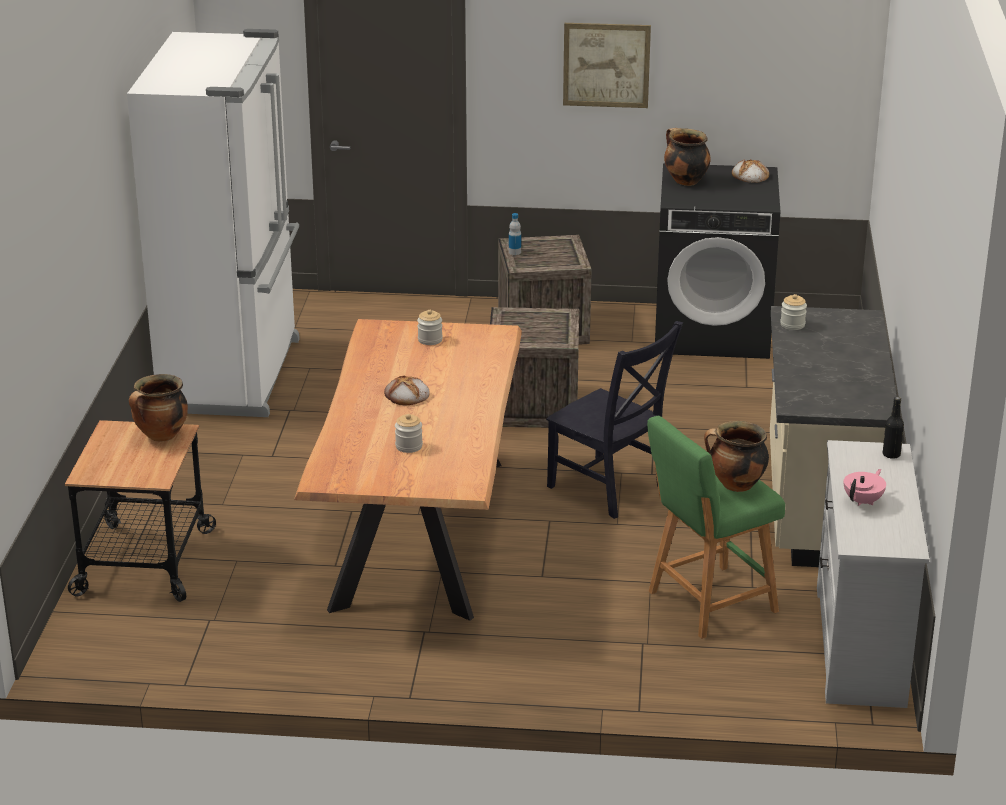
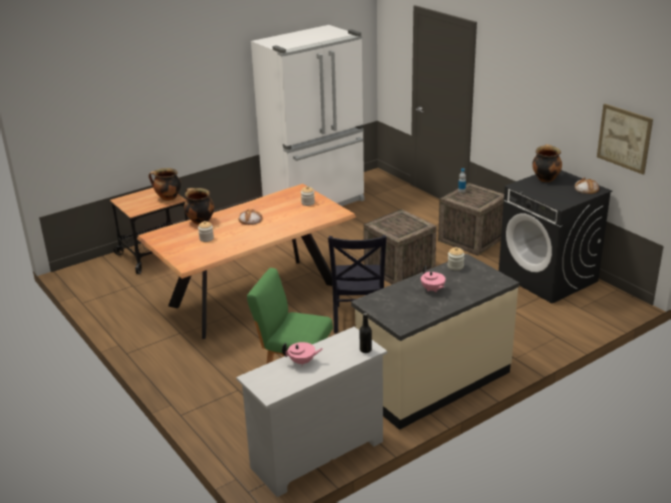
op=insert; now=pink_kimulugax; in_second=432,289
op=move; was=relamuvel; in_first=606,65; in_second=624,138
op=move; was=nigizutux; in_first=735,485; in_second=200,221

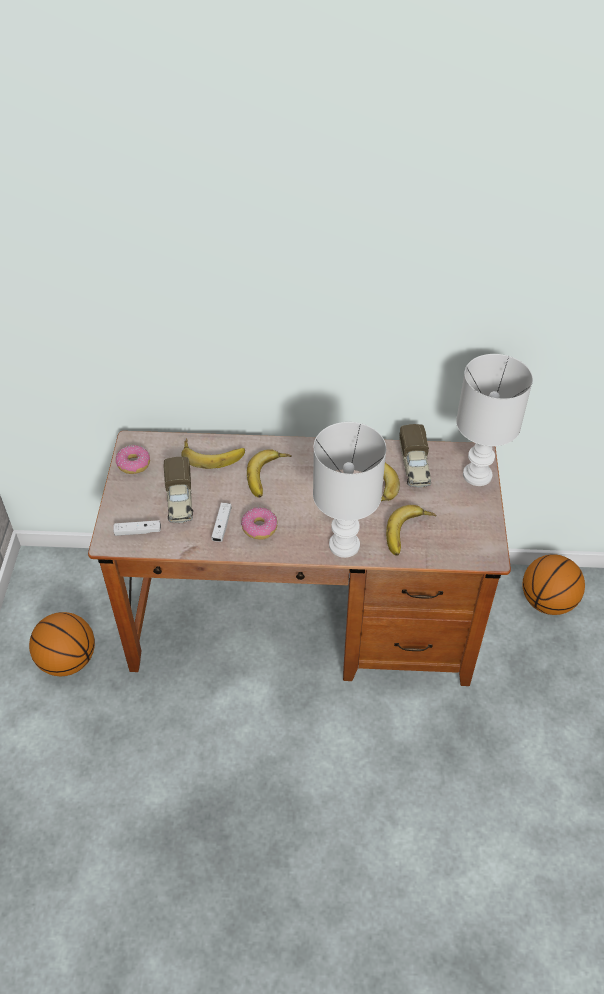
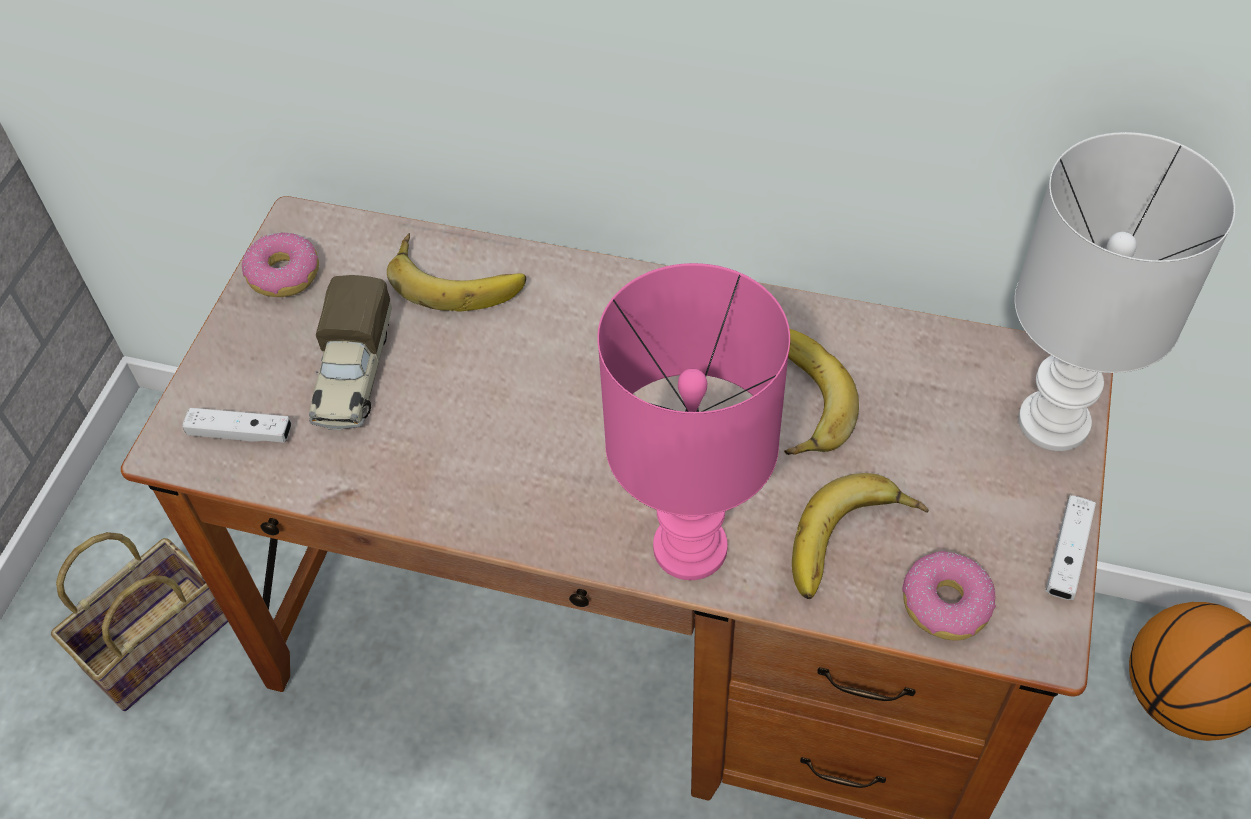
op=delete; was=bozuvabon; in_first=269,476
op=delete; was=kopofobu; in_first=414,466
op=move; was=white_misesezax; in_first=222,526; in_second=1067,555
op=move; was=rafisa; in_first=259,527; in_second=945,603
op=replace; was=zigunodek; now=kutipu; in_first=68,660; in_second=158,639
op=recolor; was=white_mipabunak; now=pink_mipabunak; in_first=345,544; in_second=693,546

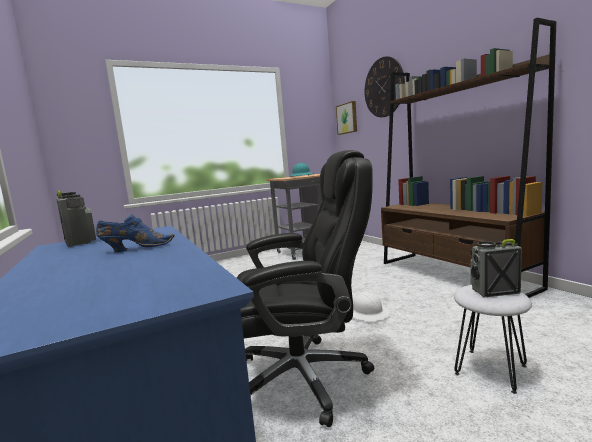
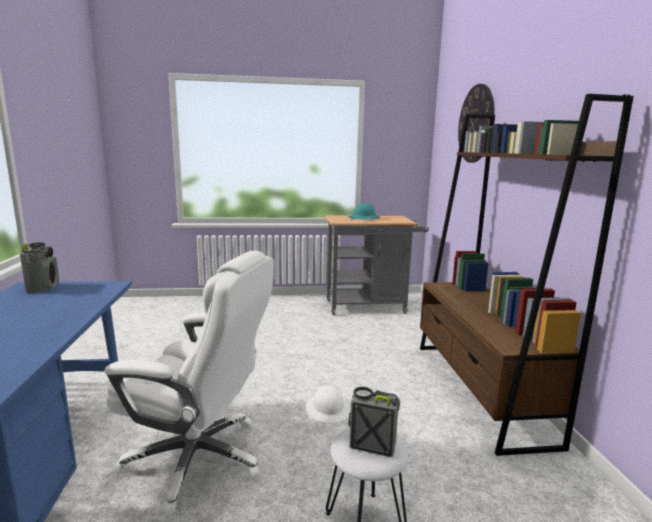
op=delete; was=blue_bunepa; in_first=135,248
op=delete; was=relamuvel; in_first=347,118
op=recolor; was=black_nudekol; now=white_nudekol; in_first=304,377; in_second=199,459

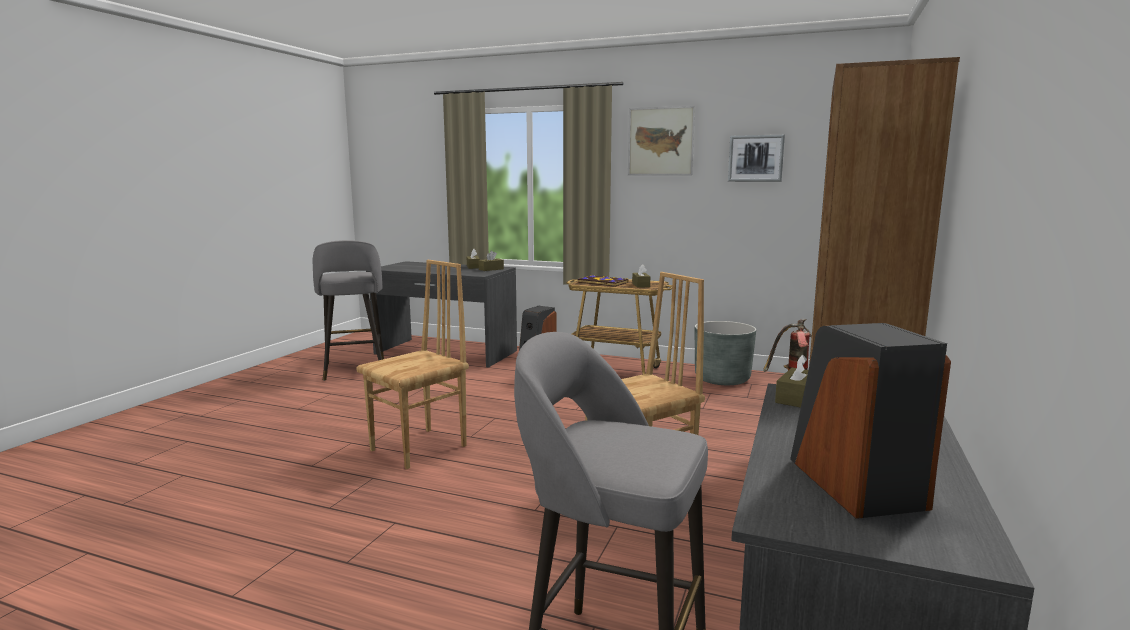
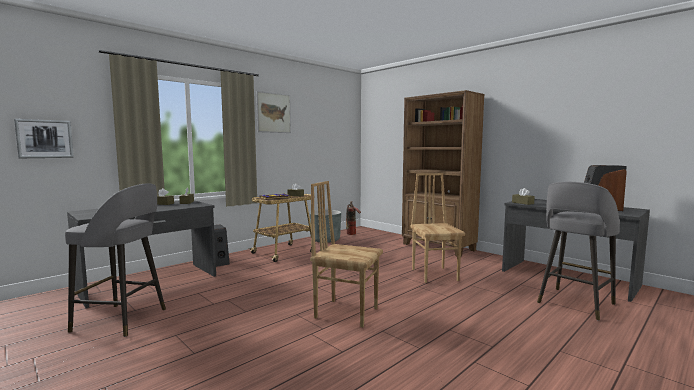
op=move; was=relamuvel; in_first=755,158; in_second=45,139
op=rotate; was=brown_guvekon; in_first=420,448; in_second=346,312; clockwise=-45

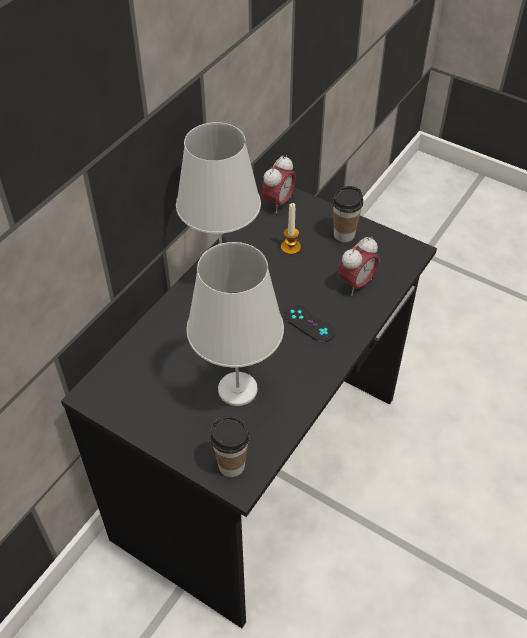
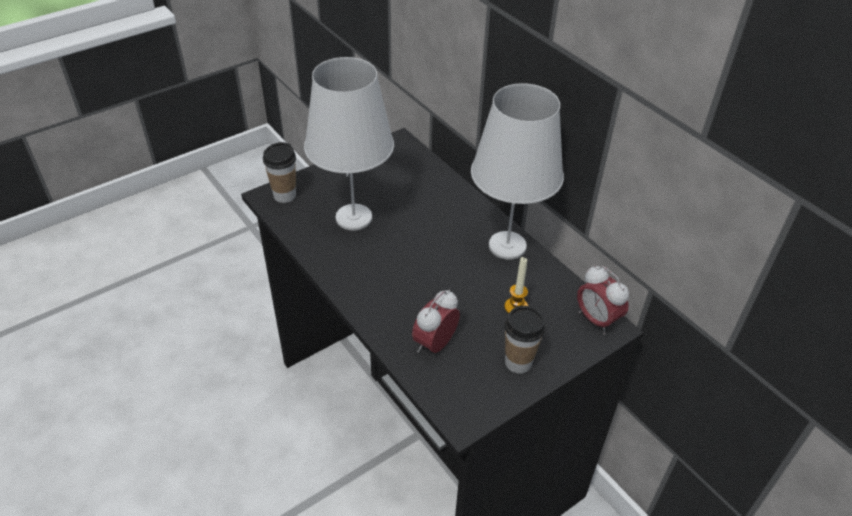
op=delete; was=black_misesezax; in_first=309,324
op=rotate; was=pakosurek; in_first=356,284; in_second=435,344; clockwise=60

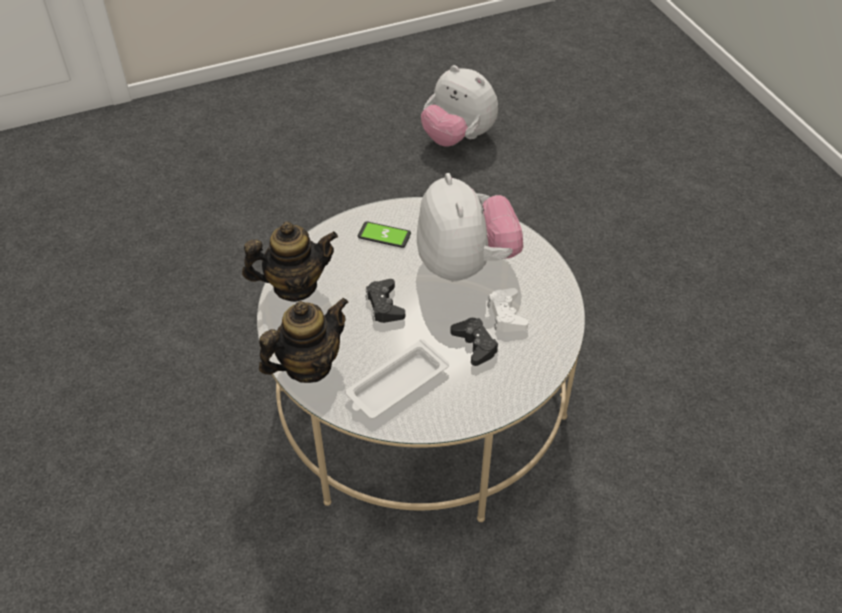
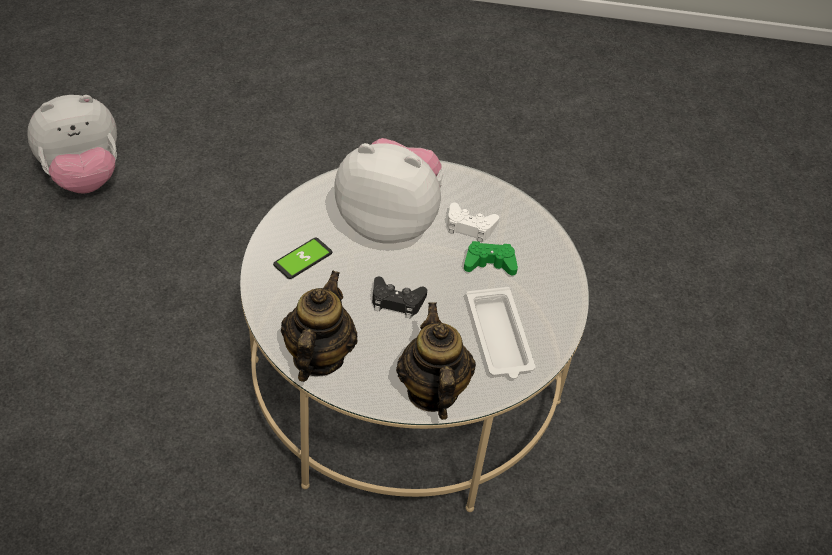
op=recolor; was=black_misesezax; now=green_misesezax; in_first=475,345; in_second=489,263

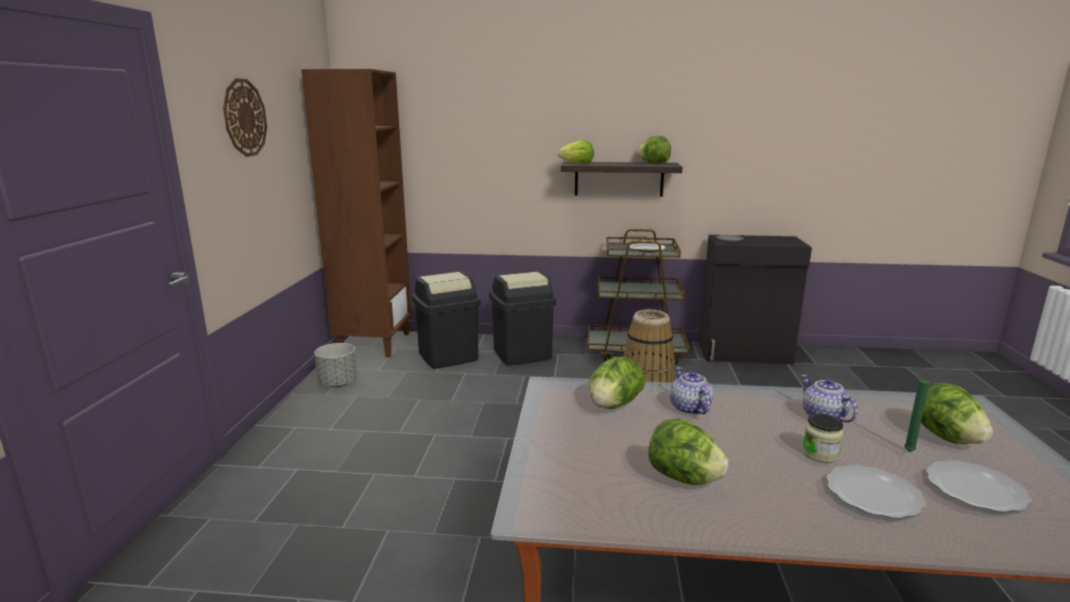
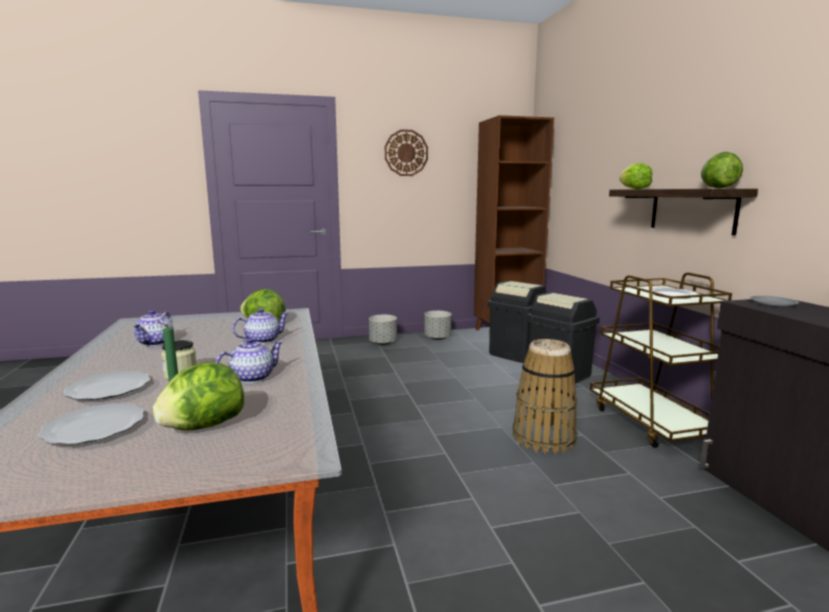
op=insert; now=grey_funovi; in_second=383,343
op=replace; was=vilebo; now=kimulugax; in_first=683,478; in_second=156,342

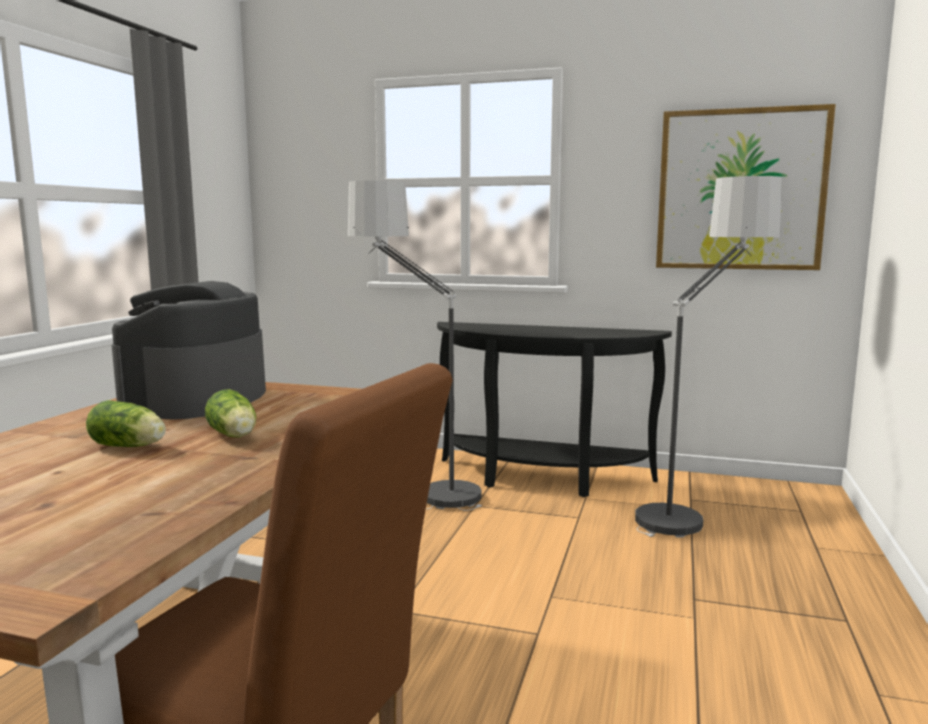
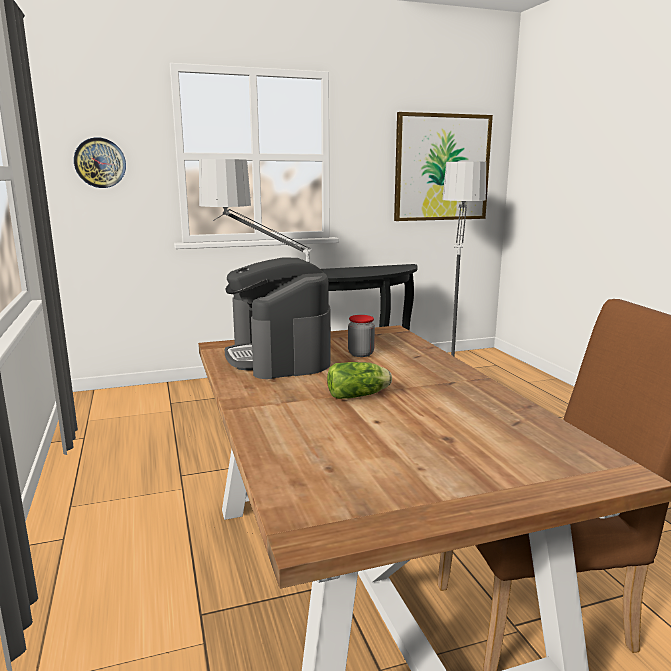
op=delete; was=vilebo; in_first=234,436
op=insert; now=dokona; in_second=100,163
op=insert; now=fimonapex; in_second=361,354

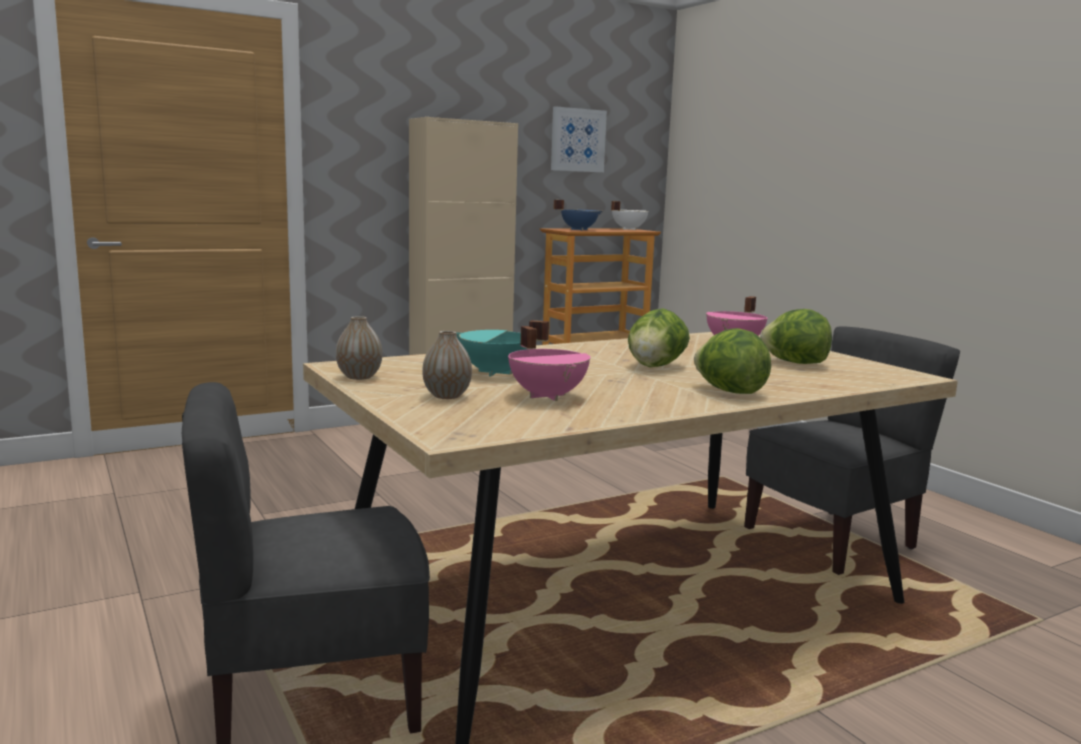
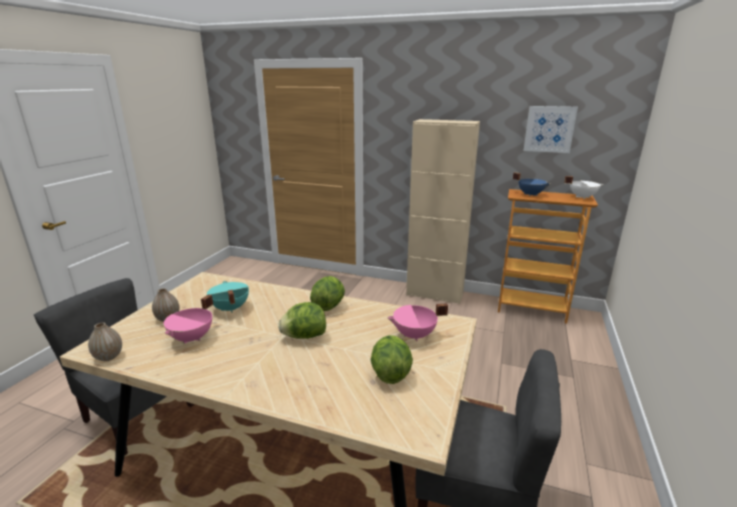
op=move; was=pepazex; in_first=359,377; in_second=109,357
op=move; was=vilebo; in_first=729,391; in_second=328,306

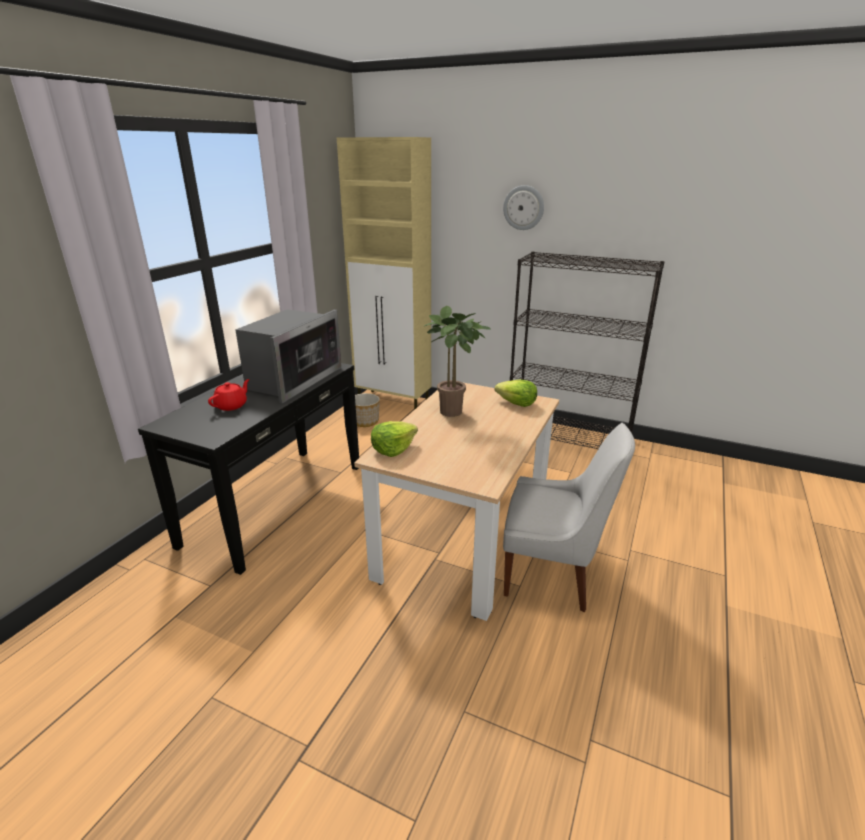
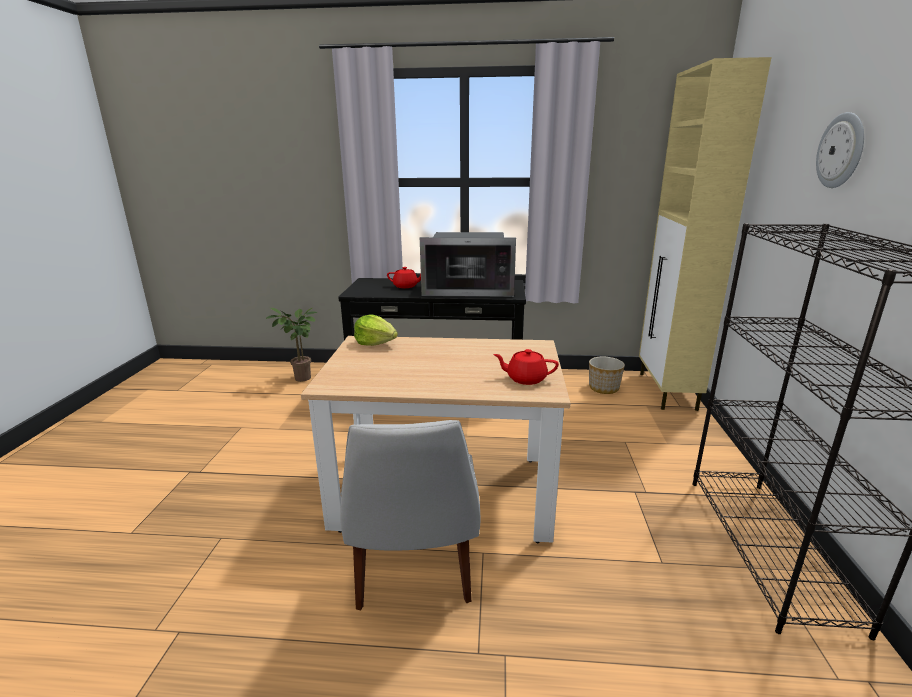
op=move; was=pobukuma; in_first=455,412; in_second=302,379
op=replace; was=vilebo; now=red_kimulugax; in_first=516,403; in_second=525,379

